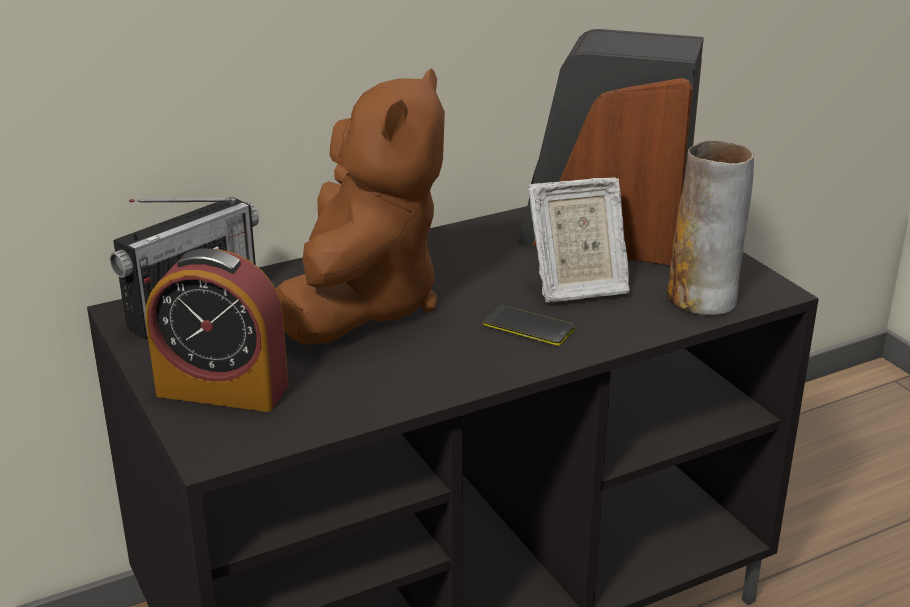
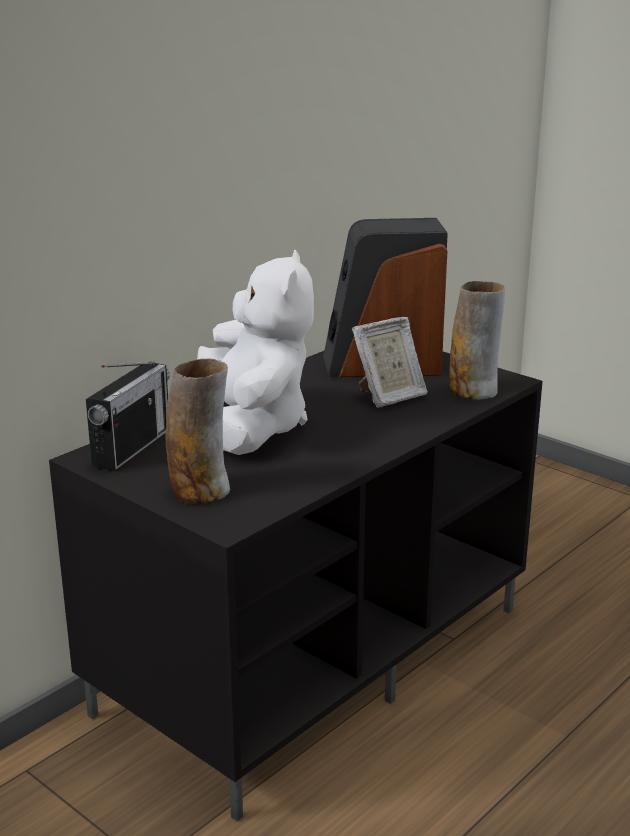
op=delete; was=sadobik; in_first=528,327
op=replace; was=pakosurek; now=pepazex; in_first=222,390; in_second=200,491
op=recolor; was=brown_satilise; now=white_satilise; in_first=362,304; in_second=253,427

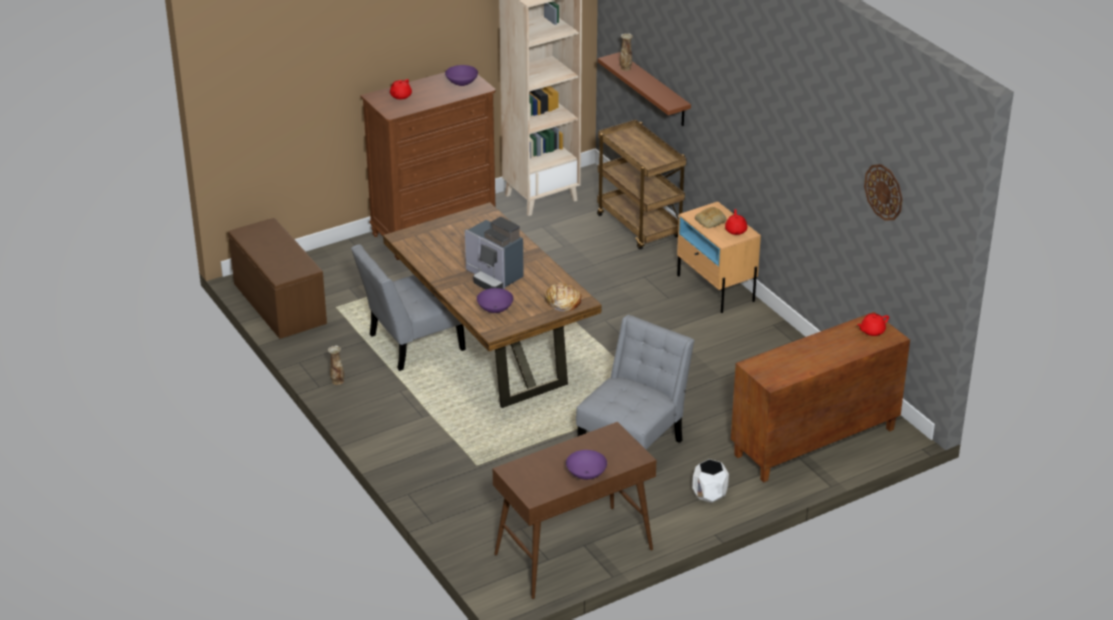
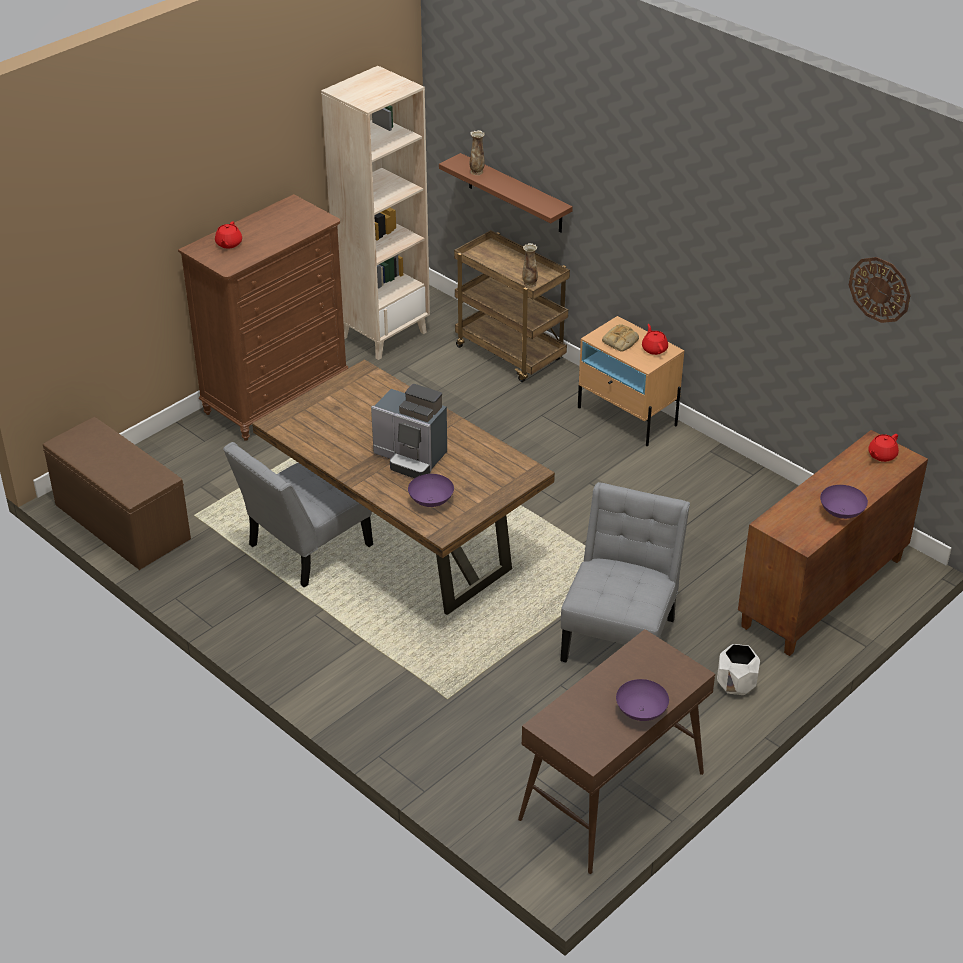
op=delete; was=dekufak; in_first=562,302
op=move; was=pepazex; in_first=337,381; in_second=529,284
op=move; was=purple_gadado; in_first=461,83; in_second=840,512

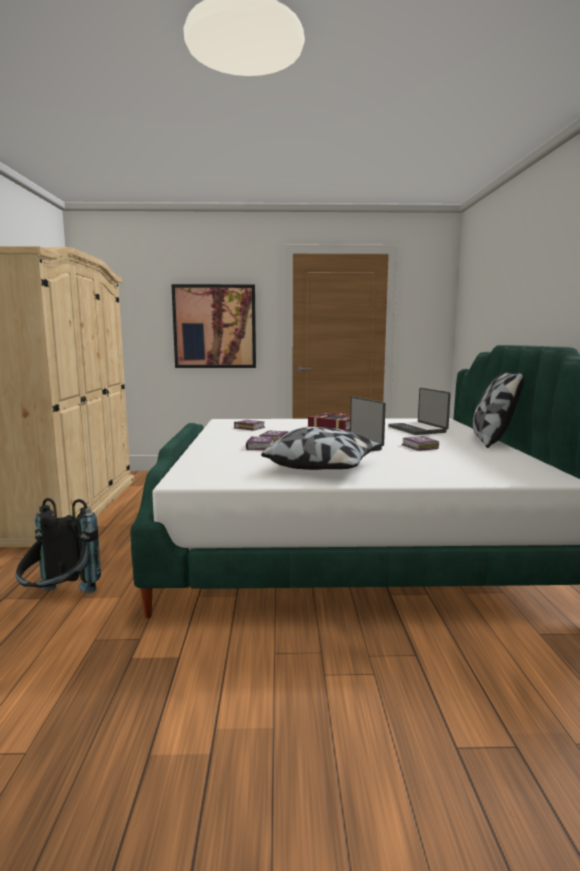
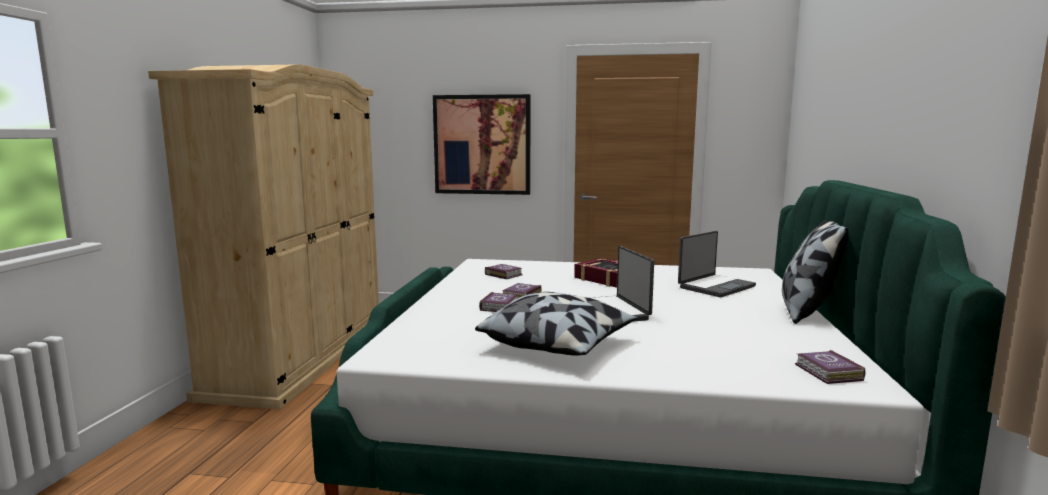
op=delete; was=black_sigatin; in_first=59,601
op=move; was=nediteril; in_first=419,447; in_second=828,373
op=rotate; was=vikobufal; in_first=418,429; in_second=715,287; clockwise=-120

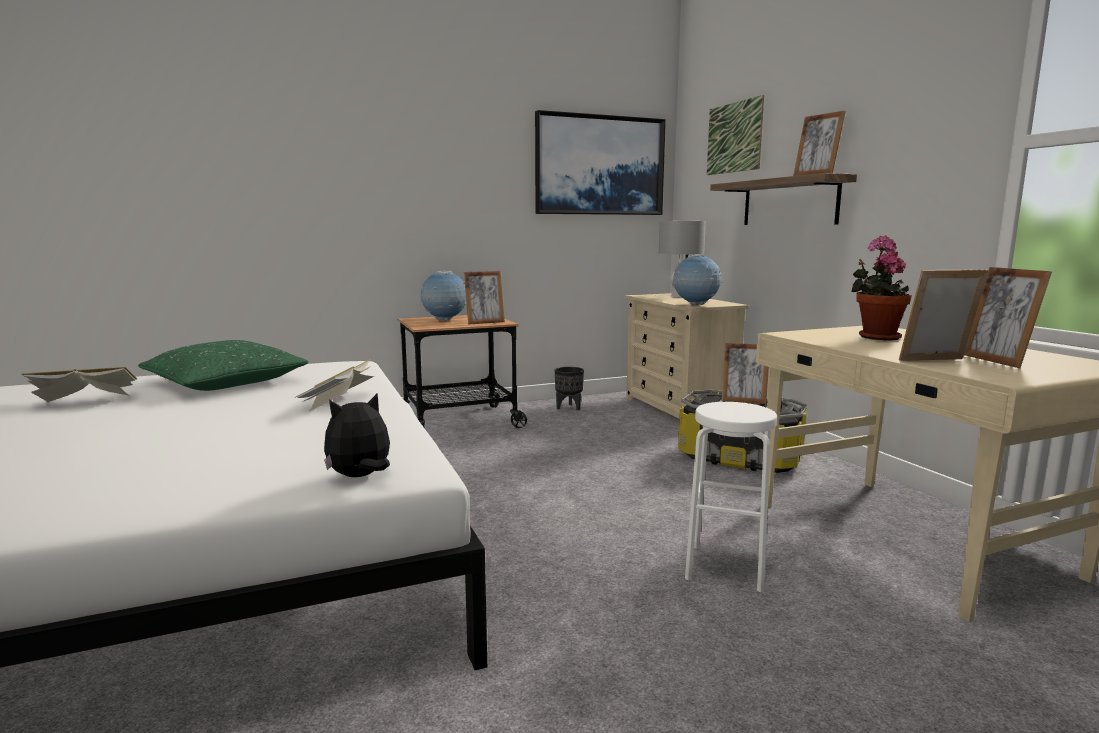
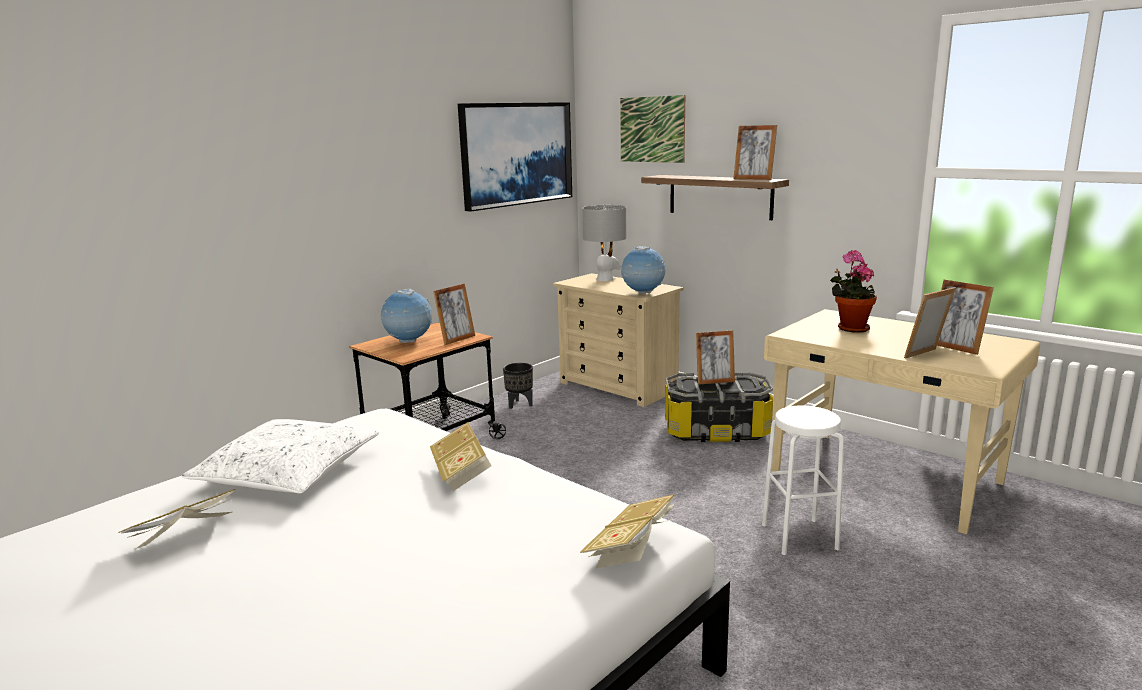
op=replace; was=satilise; now=nediteril; in_first=360,477; in_second=632,551
op=recolor; was=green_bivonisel; now=white_bivonisel; in_first=226,382; in_second=289,472

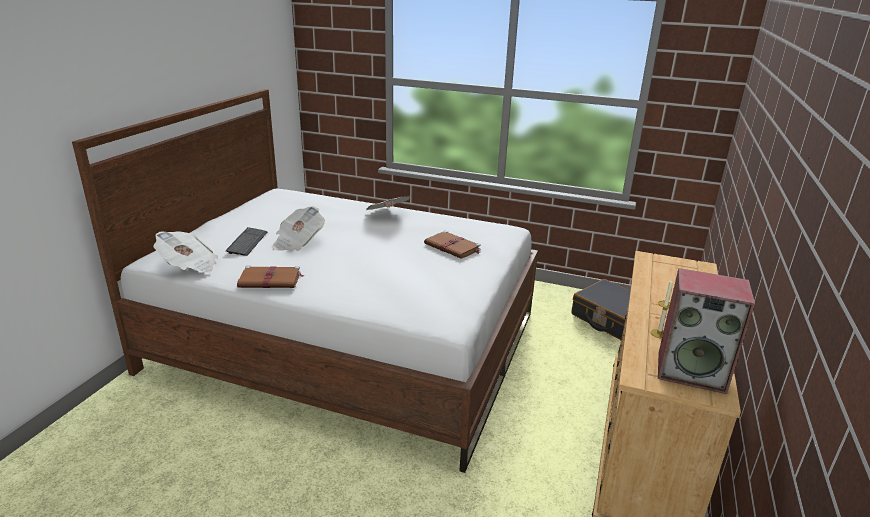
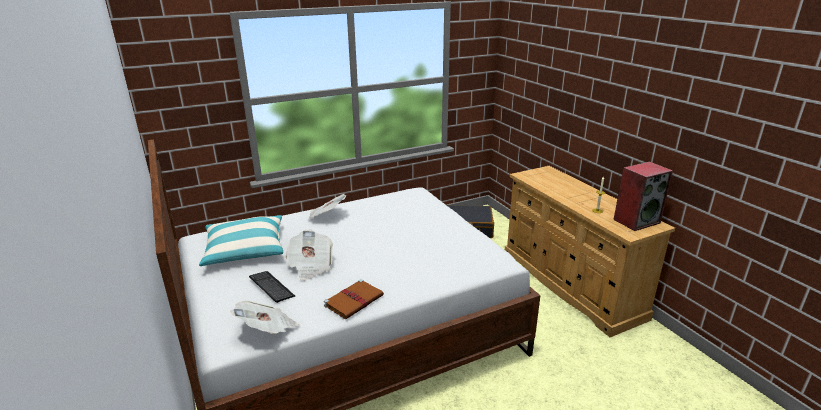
op=delete; was=brown_nediteril; in_first=453,247
op=insert; now=bivonisel; in_second=245,249

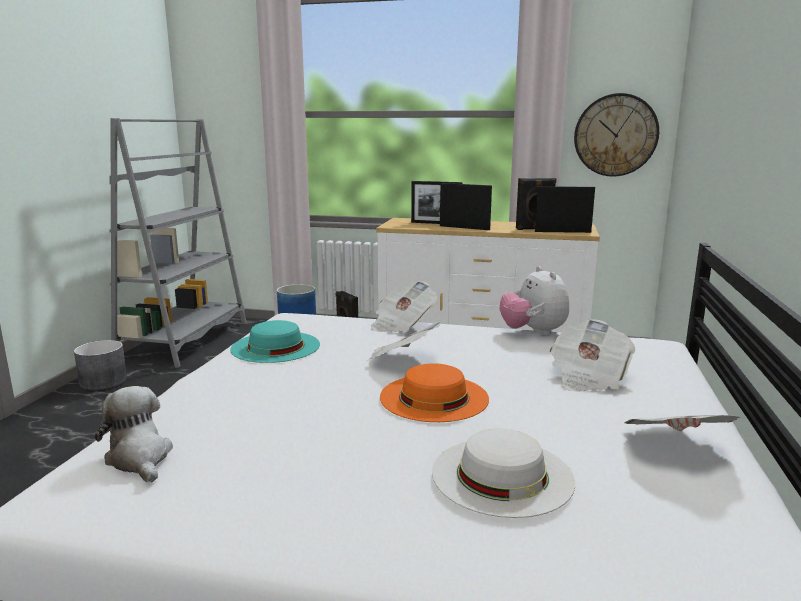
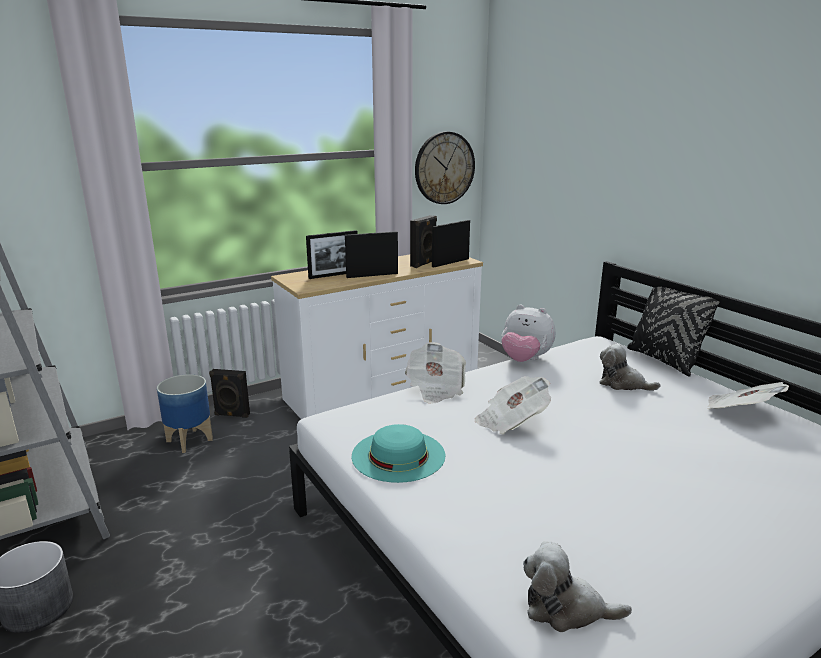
op=delete; was=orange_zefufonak; in_first=434,397
op=delete; was=white_zefufonak; in_first=502,475
op=insert; now=black_bivonisel; in_second=664,360
op=replace; was=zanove; now=satilise; in_first=587,377; in_second=623,384

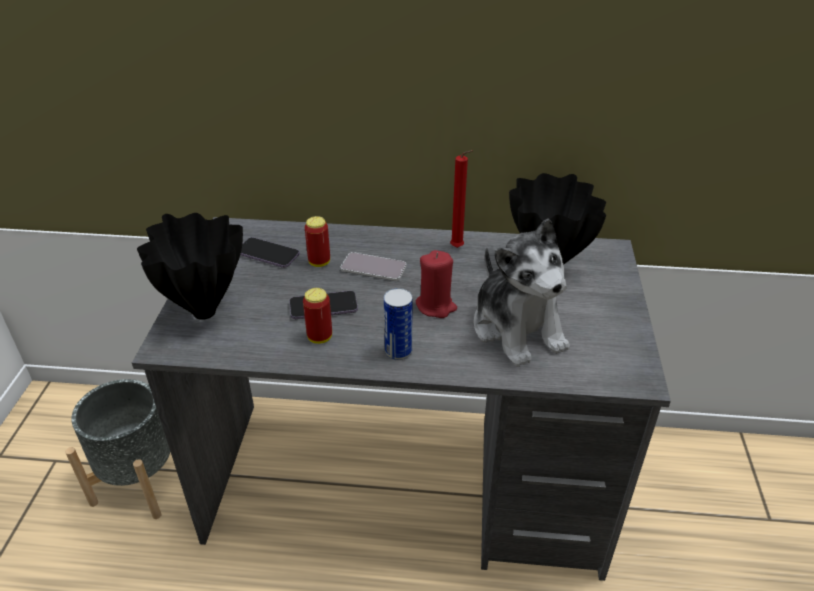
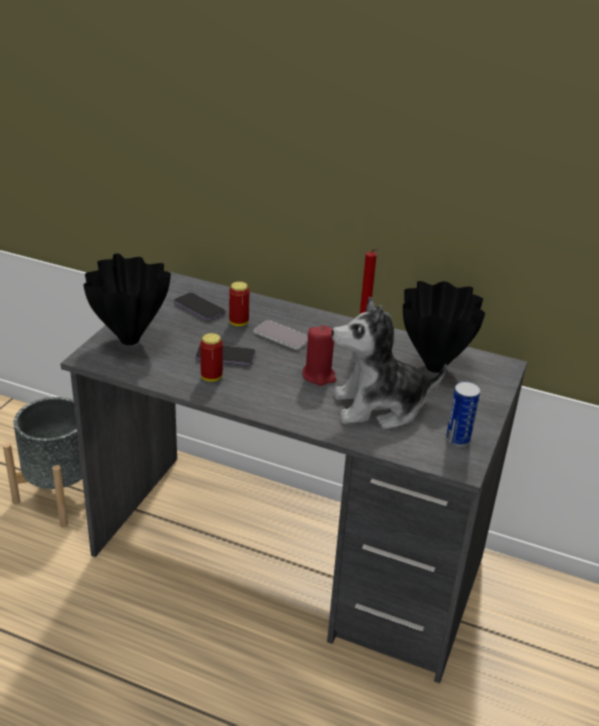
op=move; was=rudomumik; in_first=398,352; in_second=457,440
op=rotate; was=satilise; in_first=517,328; in_second=379,407; clockwise=90

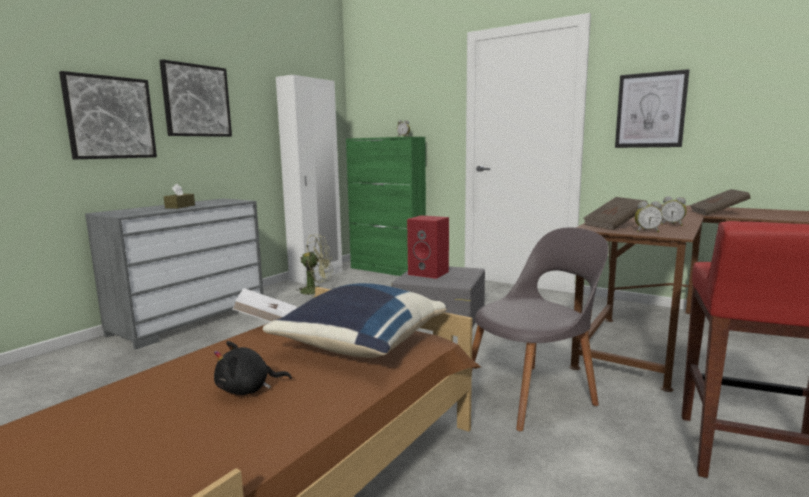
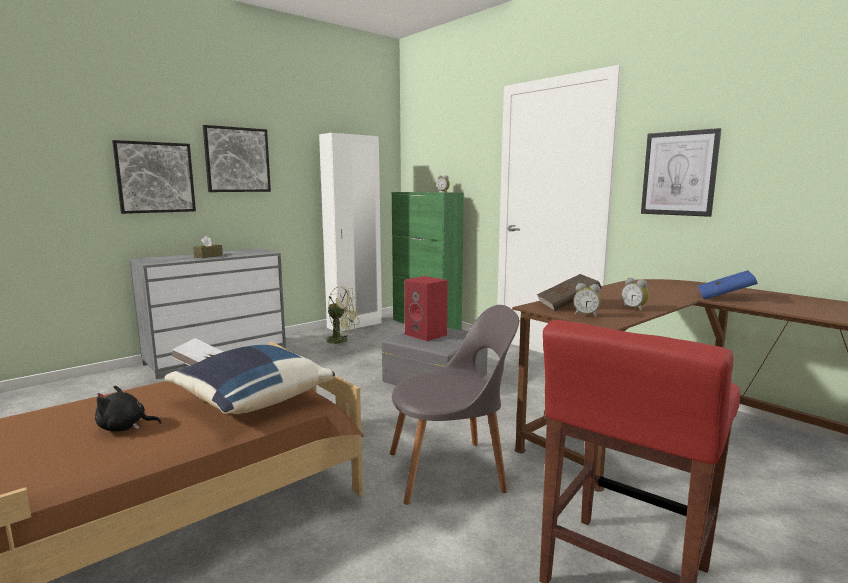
op=recolor; was=brown_nediteril; now=blue_nediteril; in_first=717,213; in_second=724,297

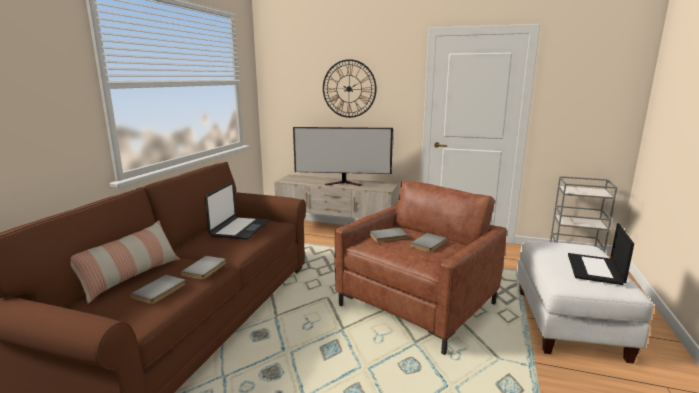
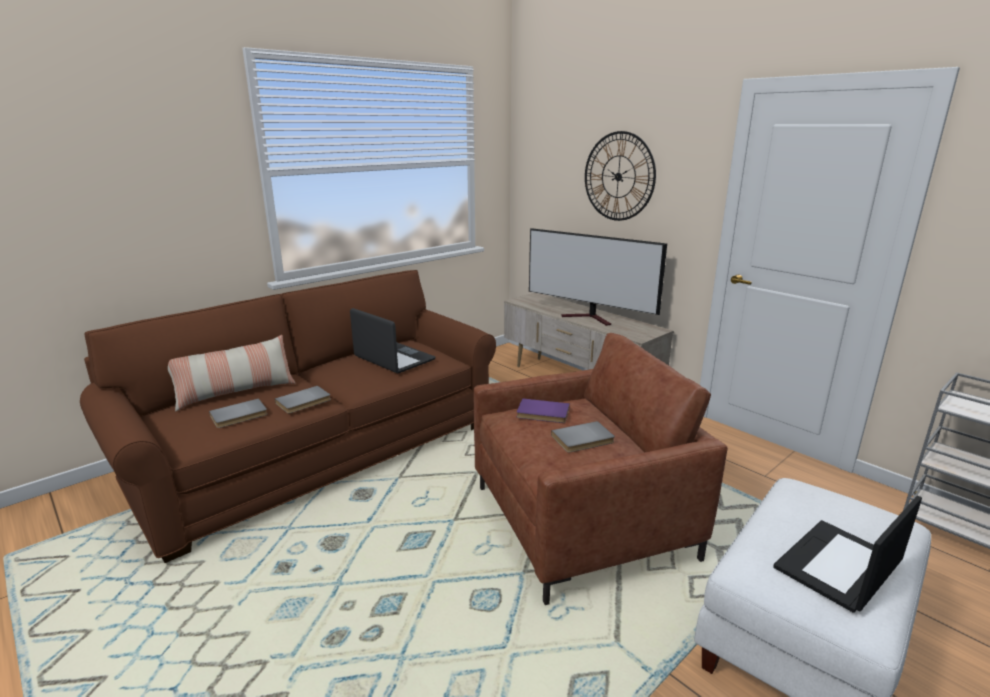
op=recolor; was=grey_nediteril; now=purple_nediteril; in_first=388,237; in_second=542,413
op=rotate; was=vikobufal; in_first=239,229; in_second=393,359; clockwise=-90

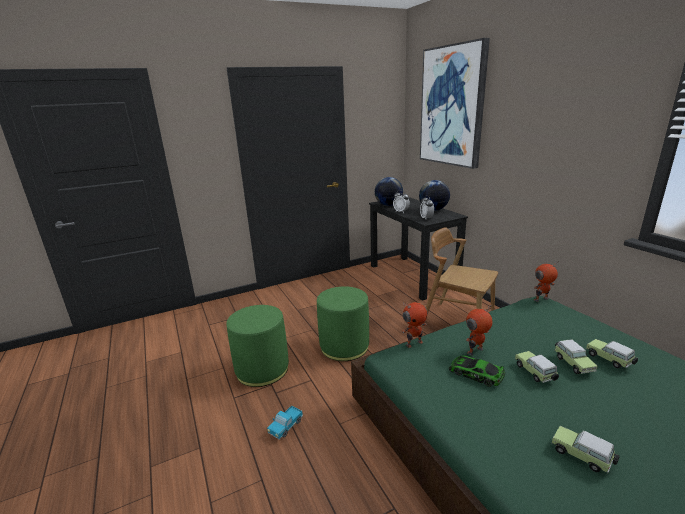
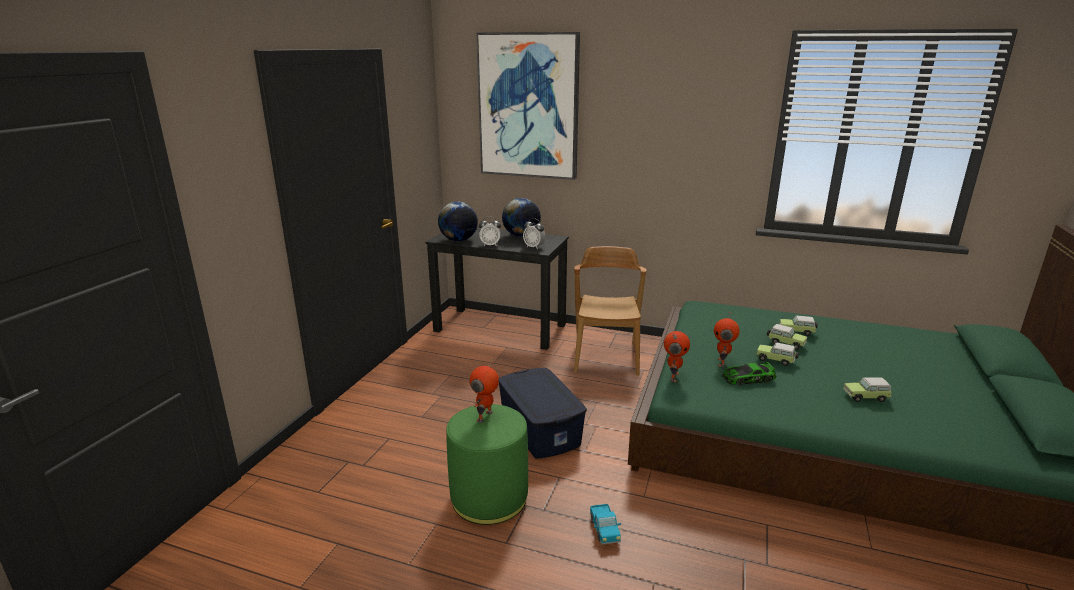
op=move; was=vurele; in_first=541,299; in_second=485,417
op=replace; was=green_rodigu; now=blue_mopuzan; in_first=344,346; in_second=540,428
op=rotate; was=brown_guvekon; in_first=457,321; in_second=606,357; clockwise=105

